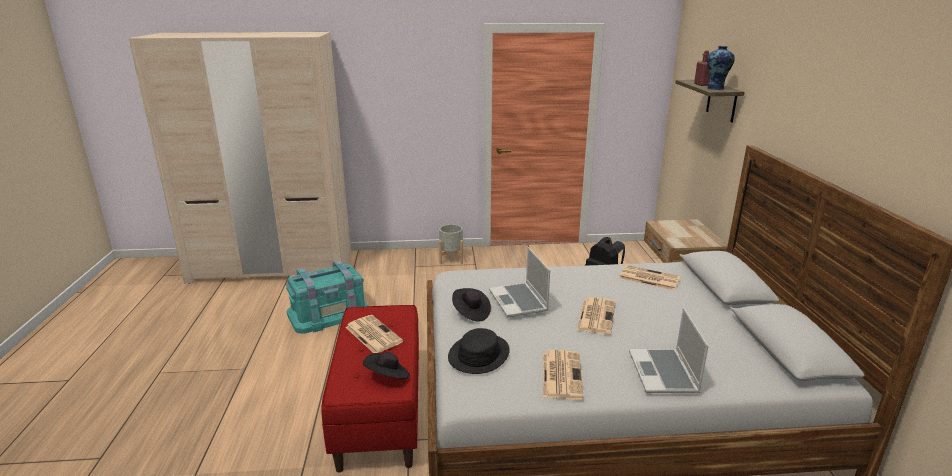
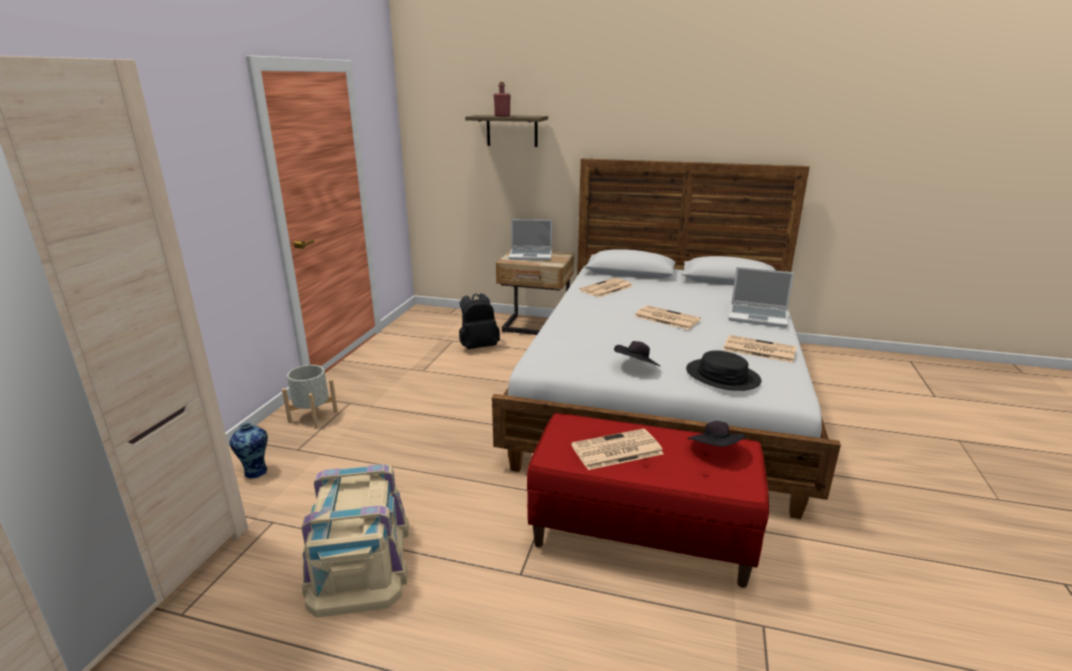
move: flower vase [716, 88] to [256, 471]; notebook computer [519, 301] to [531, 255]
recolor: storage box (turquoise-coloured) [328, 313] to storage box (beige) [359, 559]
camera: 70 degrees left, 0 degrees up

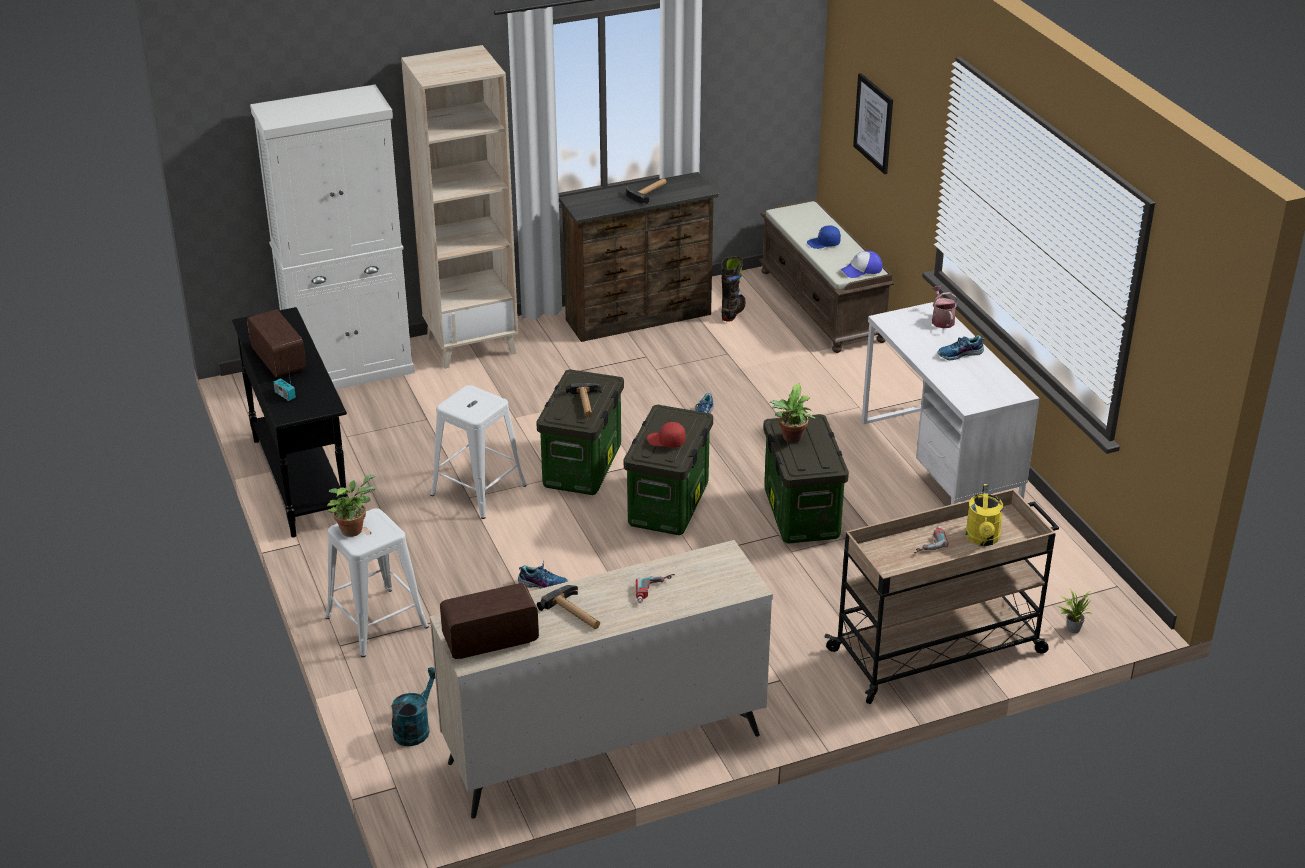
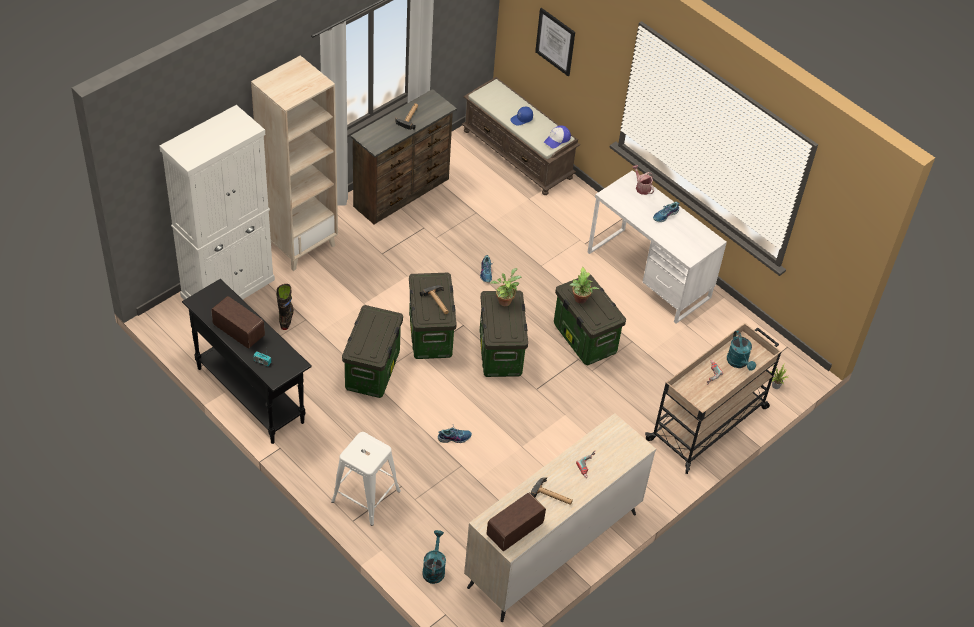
delete: cap (reddish) [666, 441]
move: tall boot (blackish) [733, 312] to [286, 318]; potted plant [353, 528] to [504, 300]
replace: stool seat (white) [478, 490] to storage box [373, 372]
recolor: sprinkling can (yellowish) [983, 539] to sprinkling can (turquoise-coloured) [739, 363]
camera: 25 degrees left, 15 degrees up

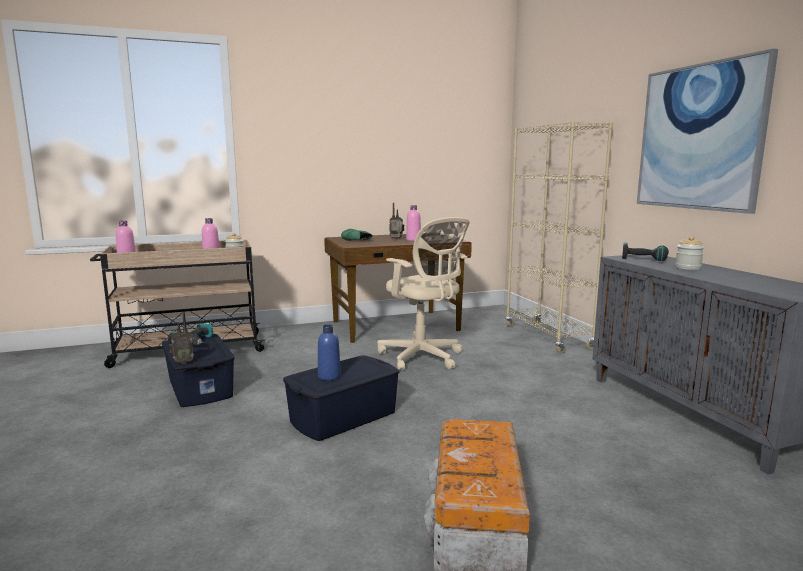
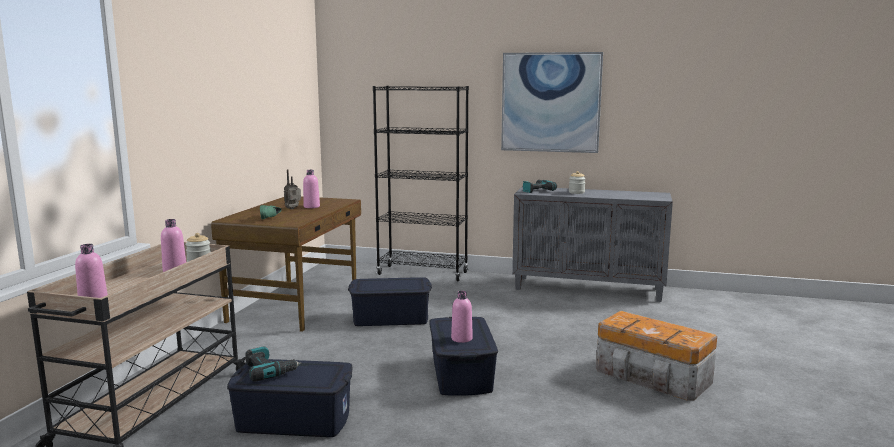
delete: radio receiver [183, 362]
replace: computer chair (beige) [423, 357] to storage box (bluish) [391, 318]
recolor: shelving unit (beige) [547, 337] to shelving unit (blackish) [423, 273]; beverage bottle (bluish) [329, 376] to beverage bottle (pink-coloured) [461, 339]
camera: 55 degrees left, 0 degrees up

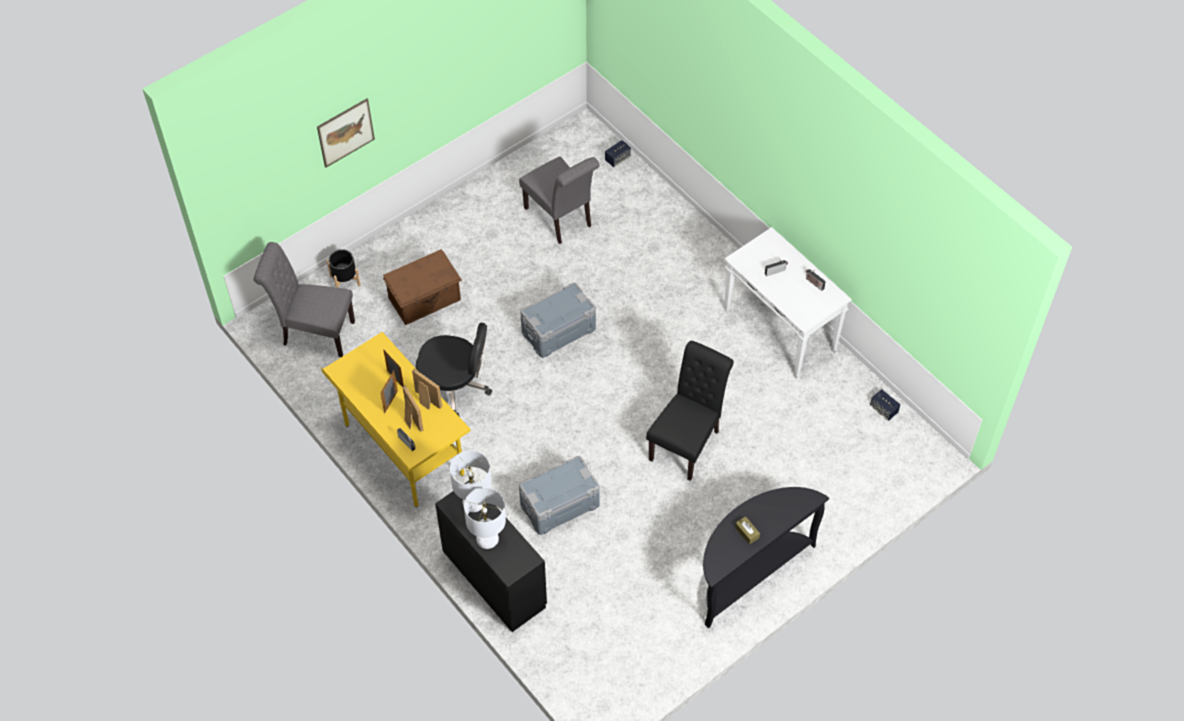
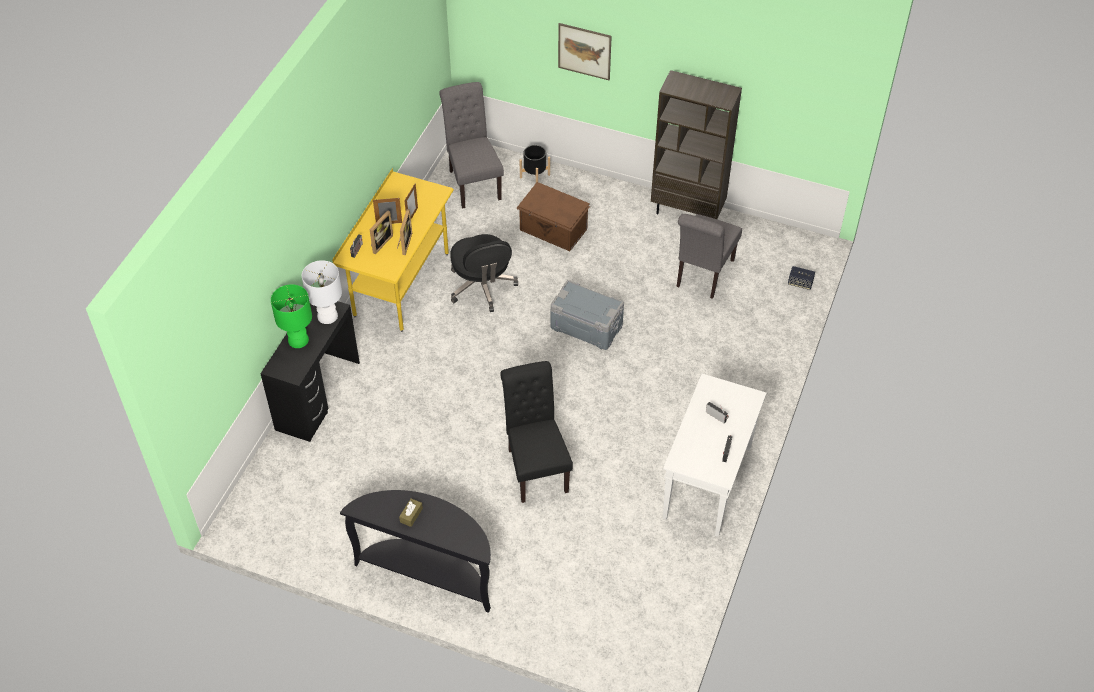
delete: audio speaker [883, 409]; storage box (grey) [559, 504]
insert: shelving unit (brown) [688, 211]
recolor: tabletop lamp (white) [488, 538] to tabletop lamp (green) [298, 340]
rotate: chair (blackish) [687, 442] = [535, 466] 105 degrees counterclockwise
camera: 60 degrees right, 5 degrees down

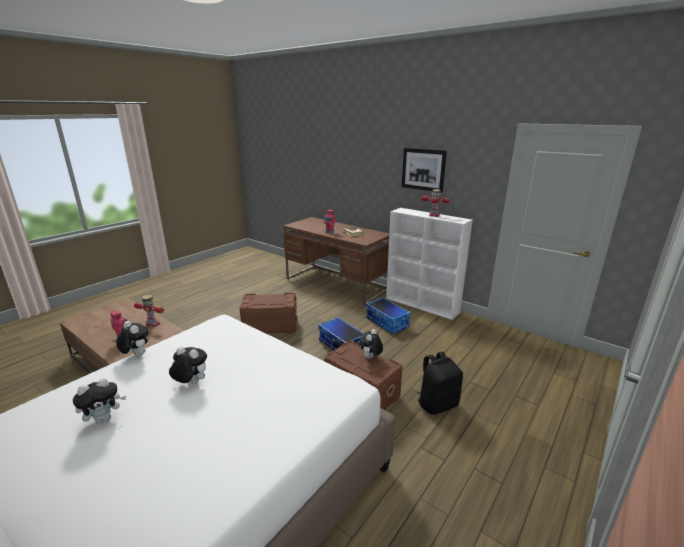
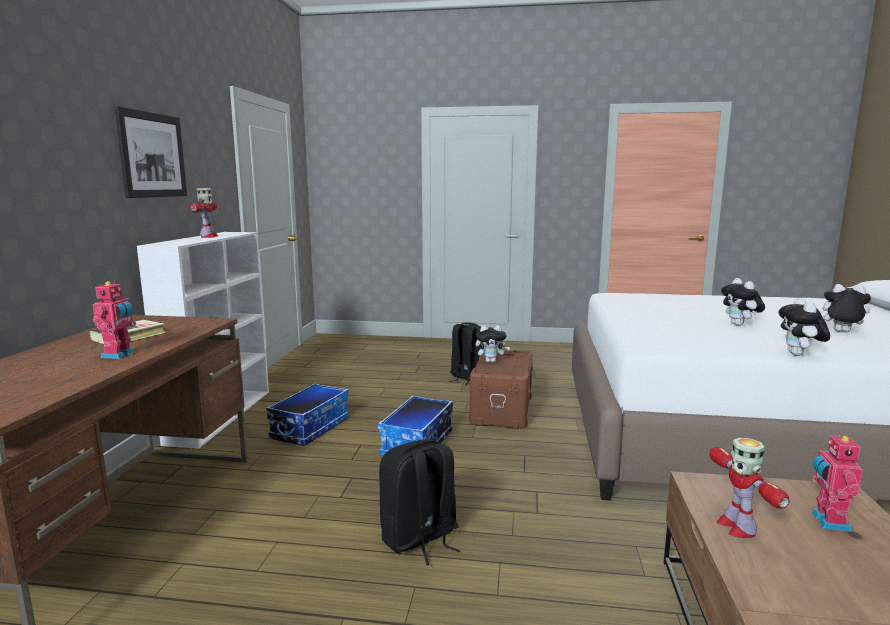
replace: storage box (brown) [270, 326] to backpack (blackish) [419, 539]
camera: 120 degrees left, 10 degrees down

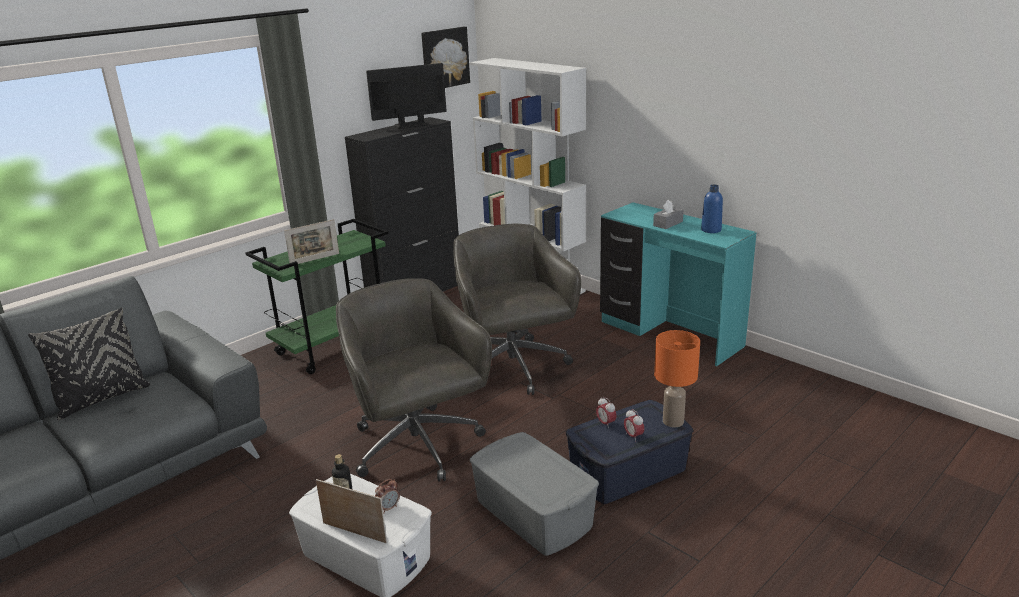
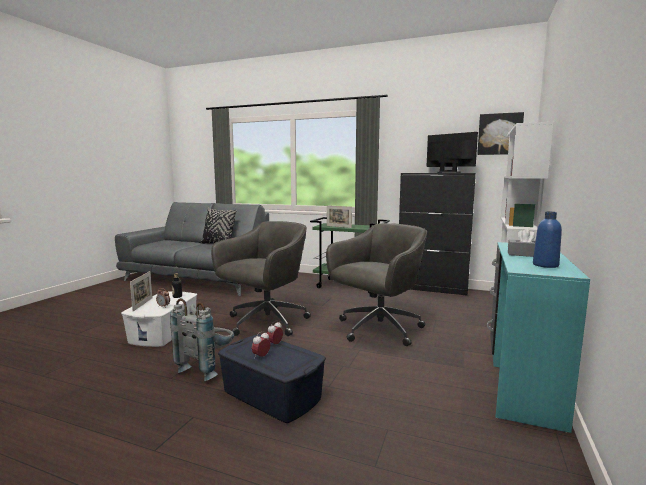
delete: tabletop lamp (orangey) [673, 421]
replace: storage box (grey) [533, 514] to backpack (grey) [207, 367]
camera: 65 degrees right, 15 degrees down

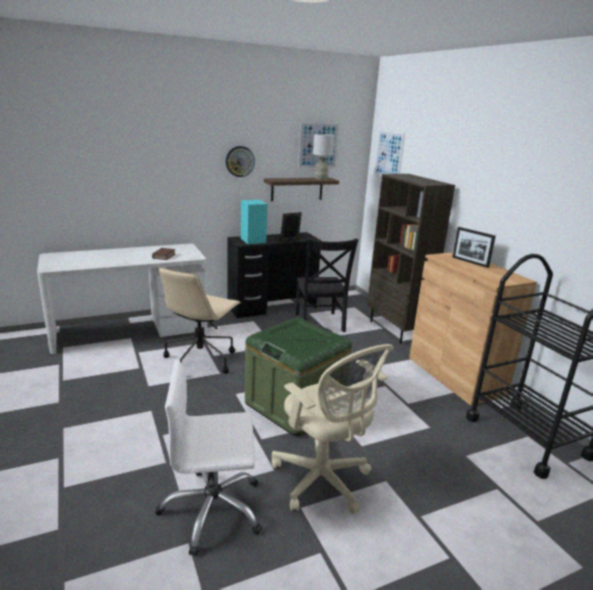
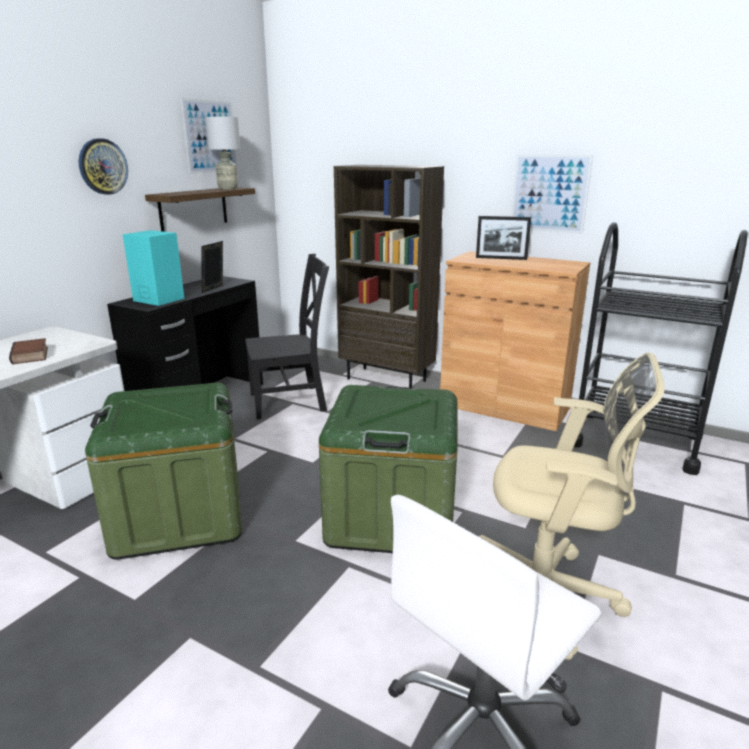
move: wall picture [389, 154] to [549, 193]
replace: computer chair (beige) [200, 359] to storage box (green) [179, 515]
rotate: chair (blackish) [319, 324] = [291, 402] 60 degrees counterclockwise
camera: 35 degrees left, 0 degrees up

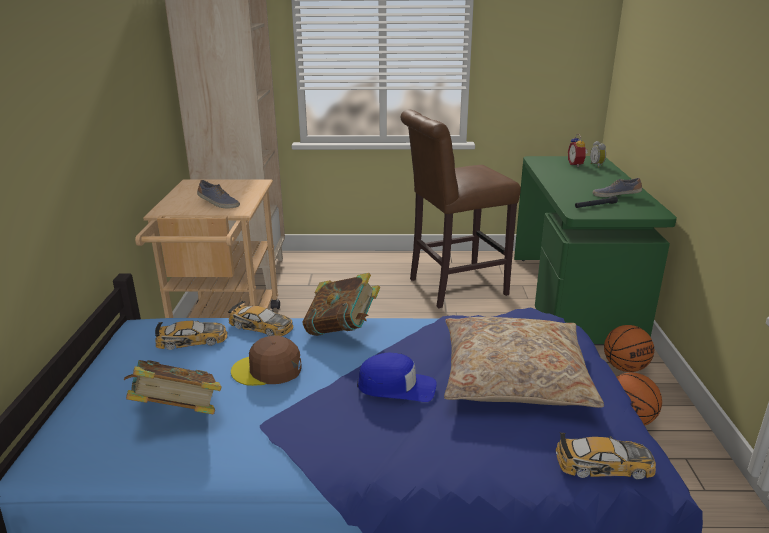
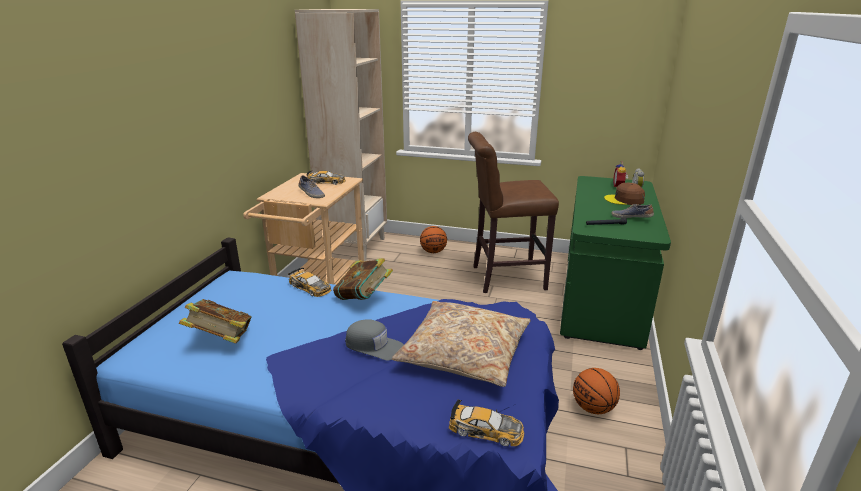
move: toy car [192, 340] to [326, 182]; basketball ball [624, 367] to [433, 252]; cap (brown) [268, 369] to [624, 200]
recolor: cap (bluish) [396, 386] to cap (grey) [373, 345]
camera: 15 degrees right, 0 degrees up

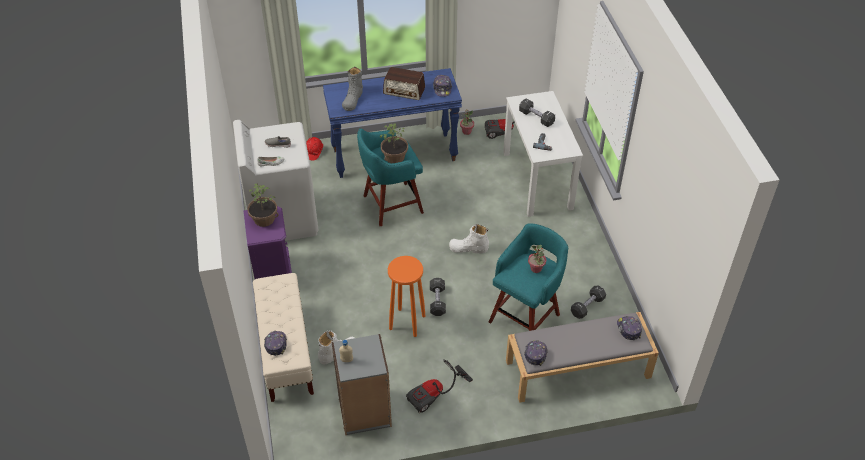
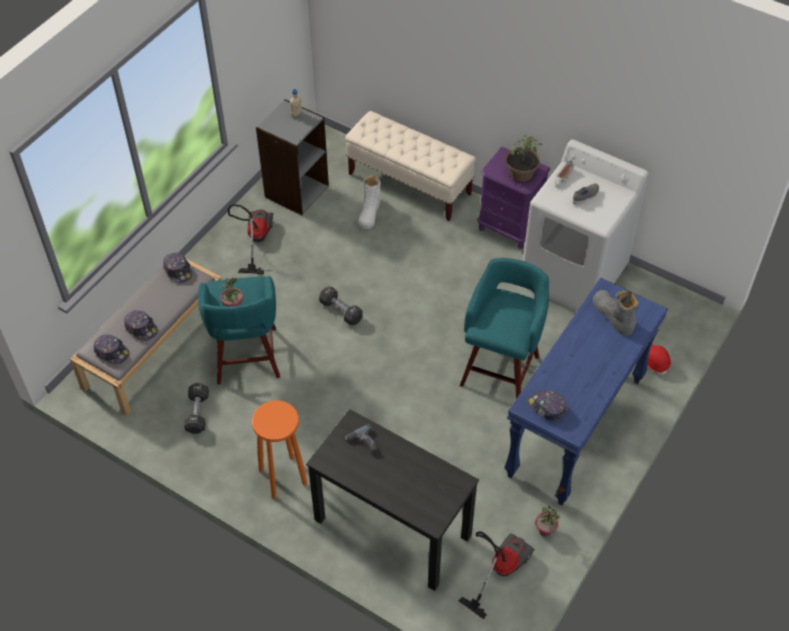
delete: radio receiver [404, 91]; hand weight (blackish) [536, 118]; potted plant [395, 157]; tall boot (white) [468, 248]
move: stool seat (orangey) [406, 322] to [283, 476]; cap [276, 344] to [141, 328]
recolor: desk unit (white) [537, 180] to desk unit (blackish) [392, 527]
camera: 135 degrees right, 5 degrees up

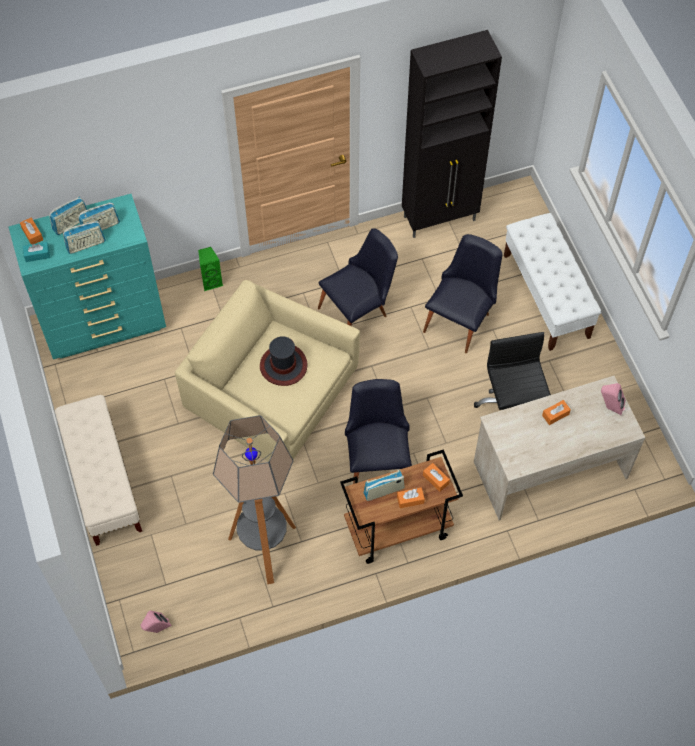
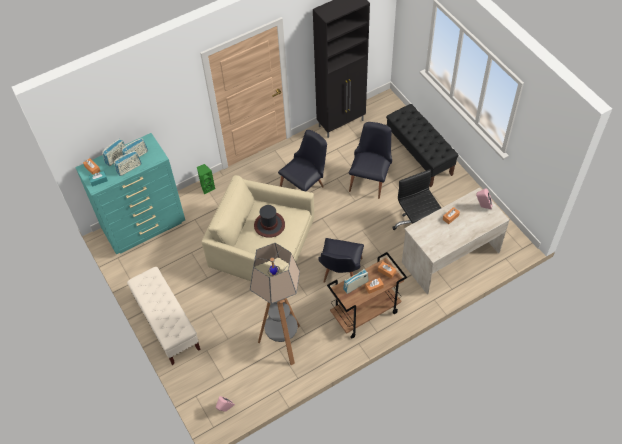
recolor: indoor bench (white) [546, 296] to indoor bench (blackish) [419, 156]
rotate: chair (blackish) [376, 460] = [340, 274] 150 degrees counterclockwise
camera: 10 degrees left, 5 degrees down

